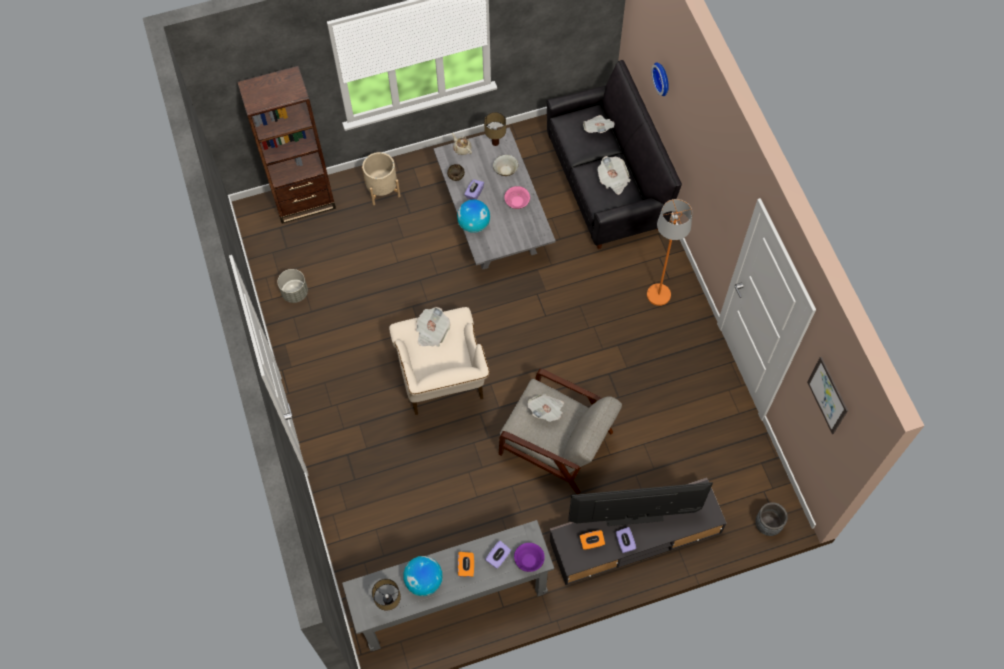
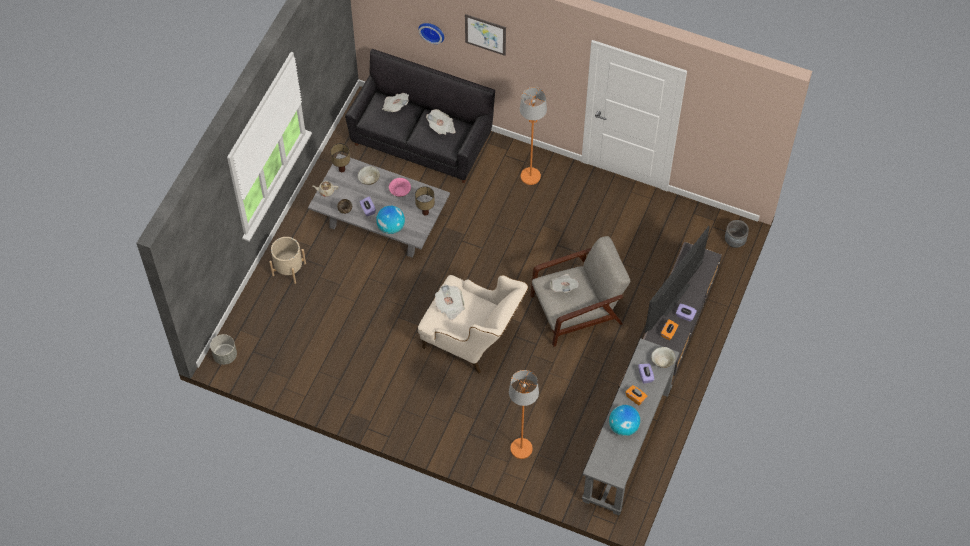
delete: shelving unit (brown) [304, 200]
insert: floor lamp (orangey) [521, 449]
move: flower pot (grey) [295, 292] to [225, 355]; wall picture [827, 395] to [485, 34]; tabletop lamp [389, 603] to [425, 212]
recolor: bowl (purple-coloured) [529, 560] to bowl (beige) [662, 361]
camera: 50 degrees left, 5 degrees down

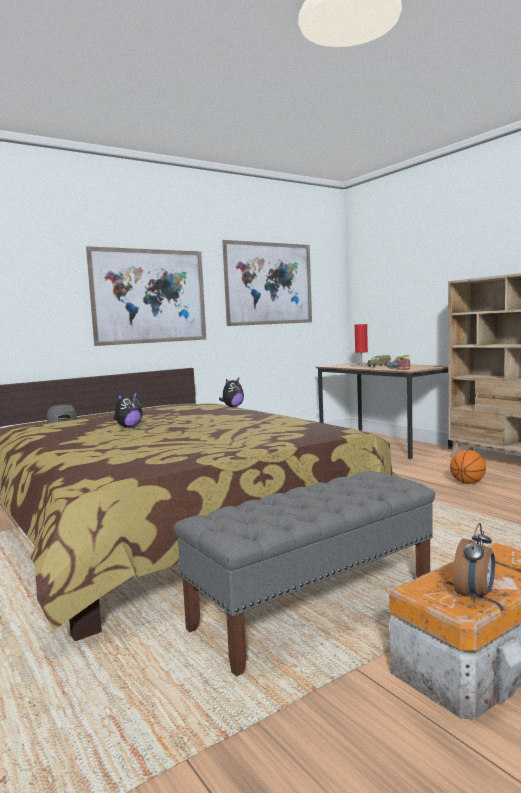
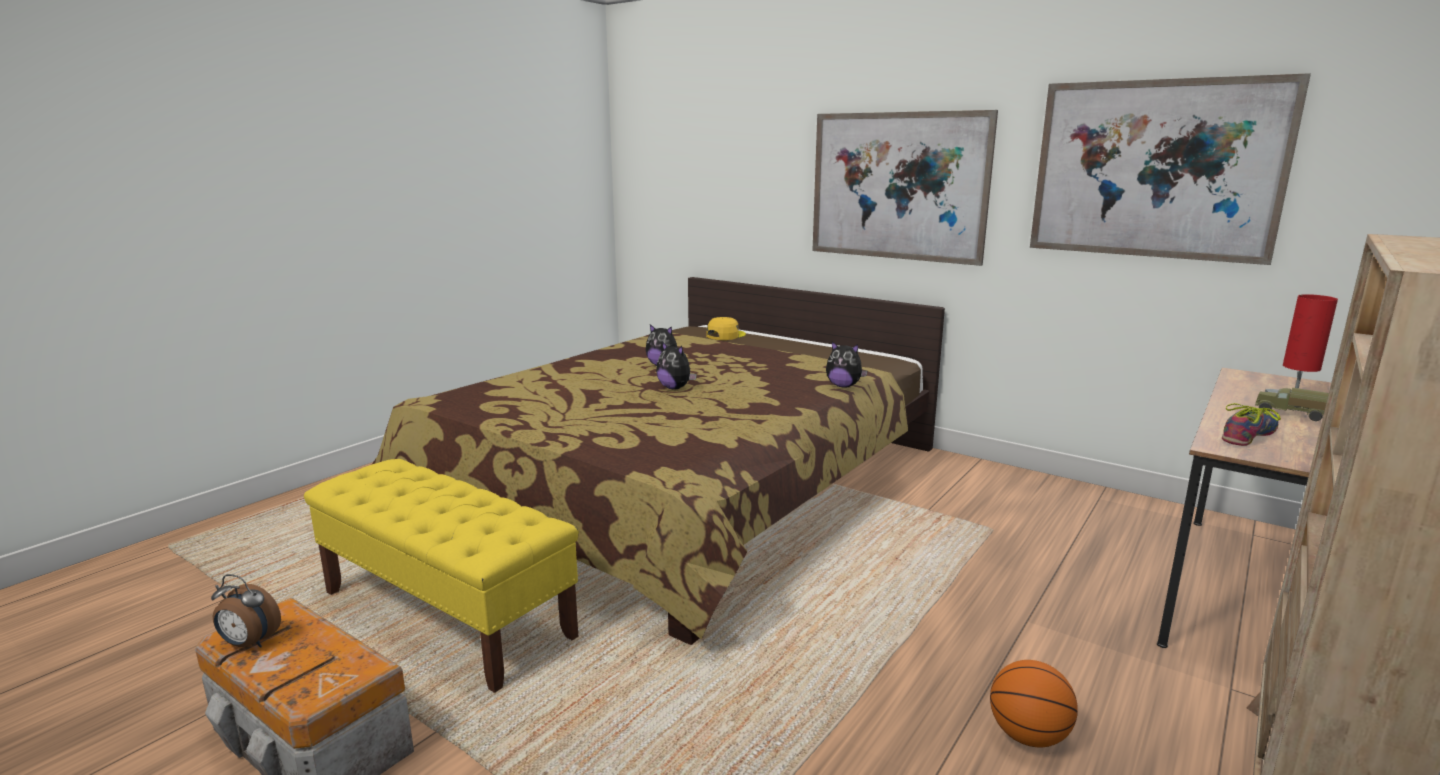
insert: cuddly toy [675, 388]
recolor: cap (grey) [61, 420] to cap (yellowish) [725, 335]; indoor bench (grey) [315, 607] to indoor bench (yellowish) [447, 615]
camera: 70 degrees right, 10 degrees up

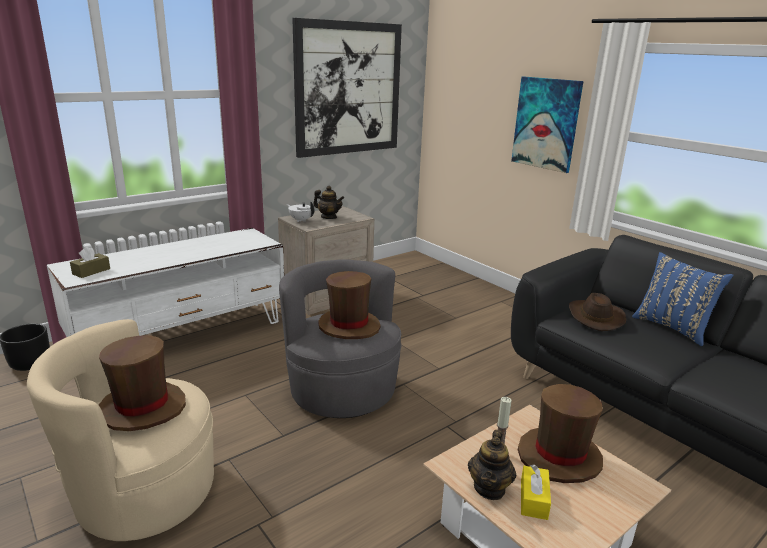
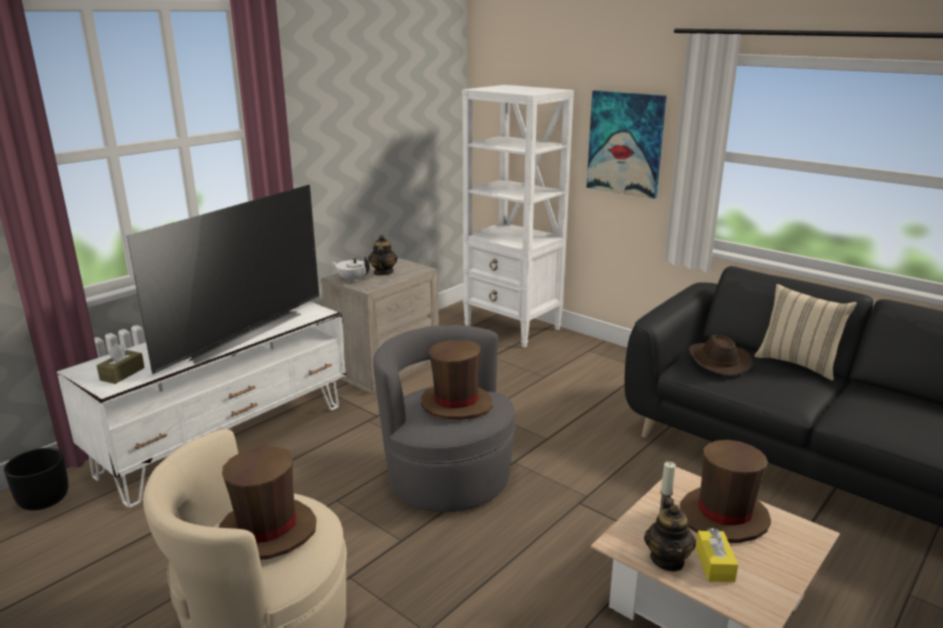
delete: wall picture [348, 89]
insert: shelving unit (white) [513, 328]; television [239, 333]
recolor: throw pillow (bluish) [672, 327] to throw pillow (beige) [798, 363]
rotate: teapot [328, 217] = [383, 272] 105 degrees counterclockwise
camera: 10 degrees left, 0 degrees up

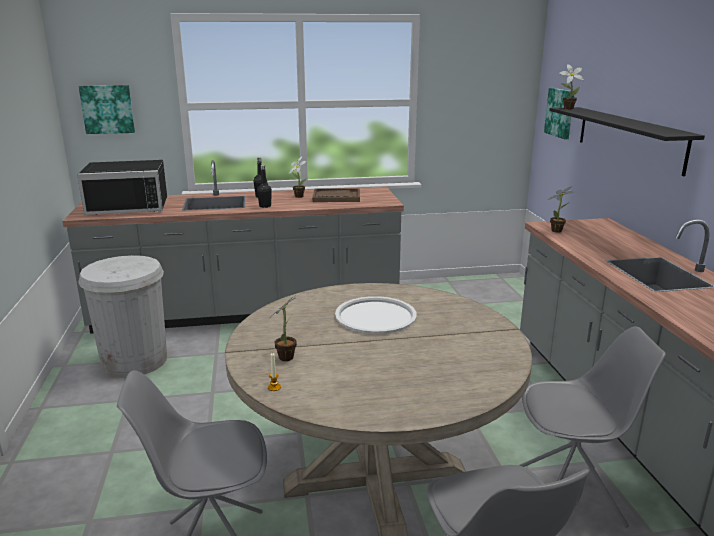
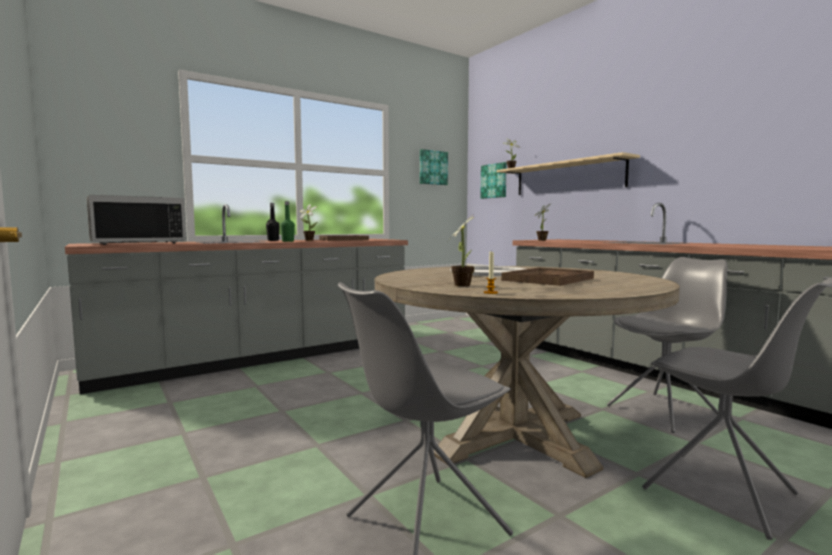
delete: waste bin (white) [134, 361]
insert: tray (brown) [548, 279]
move: wall picture [108, 109] to [432, 167]
recolor: wall shelf (blackish) [629, 138] to wall shelf (beige) [567, 178]; beverage bottle (blackish) [265, 206] to beverage bottle (green) [288, 241]
camera: 25 degrees left, 15 degrees down

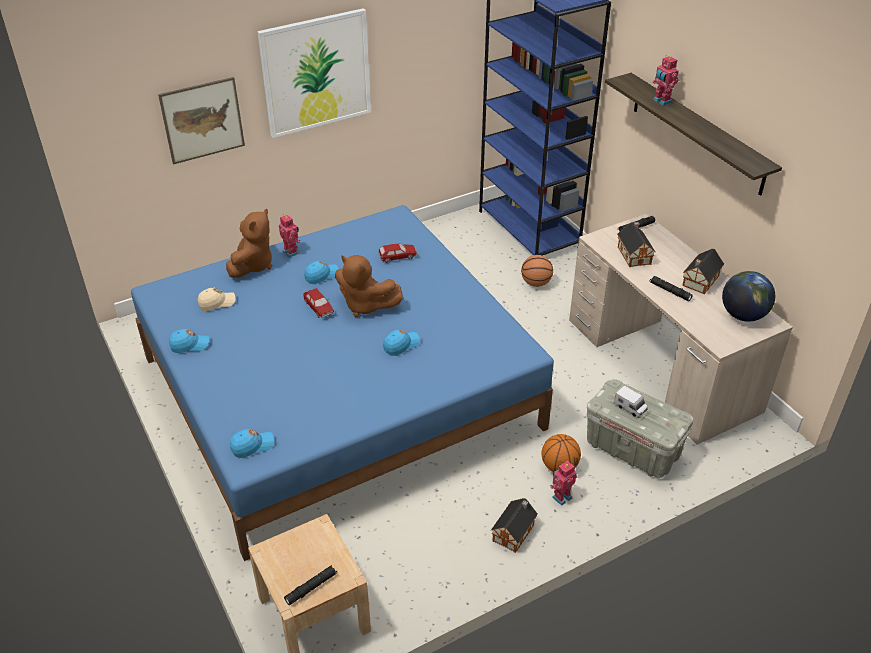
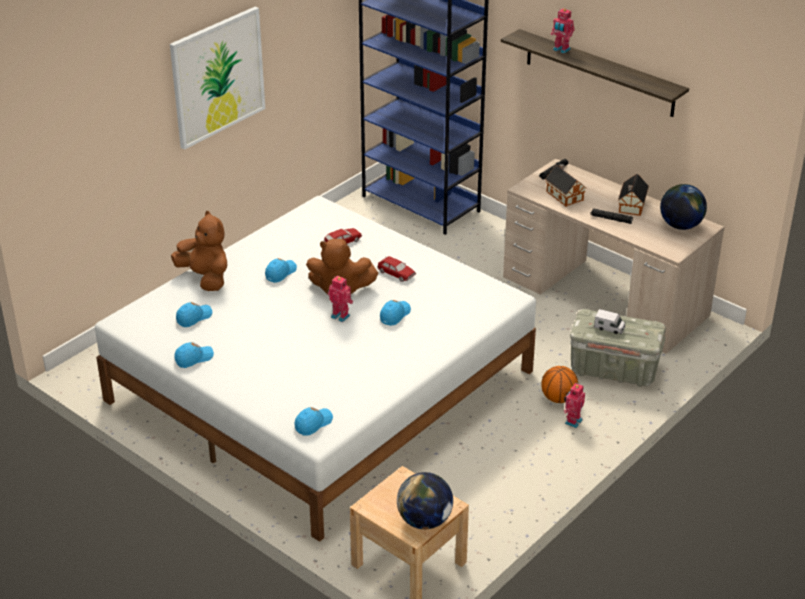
delete: wall picture [202, 120]; basketball ball [536, 283]; miniature house [514, 532]
move: toy robot [291, 252] to [341, 316]; toy car [319, 307] to [396, 274]
replace: hand torch (blackish) [311, 588] to world globe [424, 521]
recolor: bedroom bed (bluish) [339, 391] to bedroom bed (white) [320, 385]; cap (beige) [217, 303] to cap (bluish) [194, 318]
rotate: cuddly toy (brown) [253, 265] = [205, 278] 45 degrees counterclockwise
camera: 20 degrees left, 5 degrees down

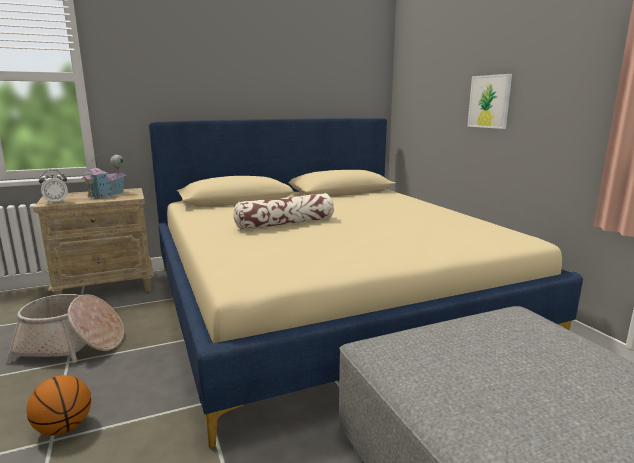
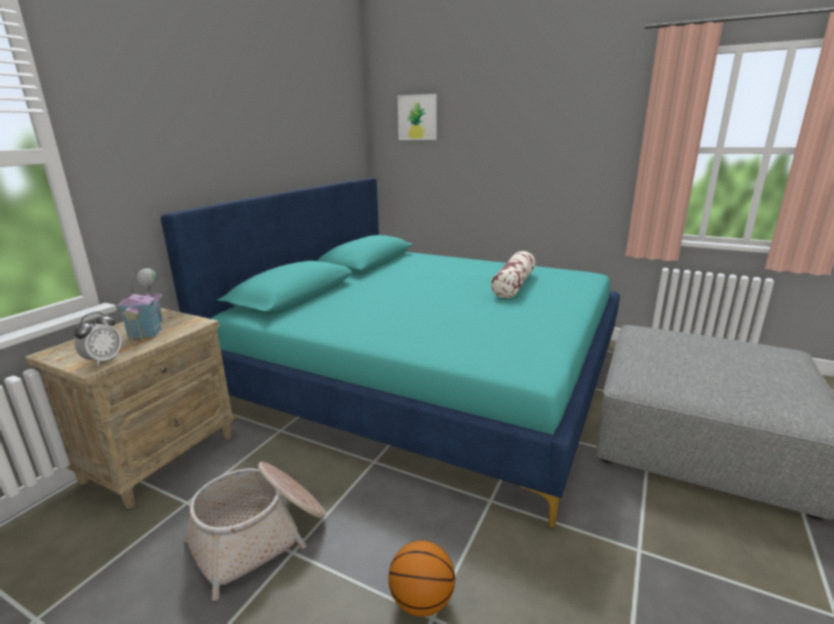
move: wall picture [489, 101] to [417, 117]; throw pillow [285, 224] to [513, 284]
recolor: bedroom bed (beige) [328, 301] to bedroom bed (turquoise-coloured) [428, 373]
camera: 40 degrees left, 5 degrees up

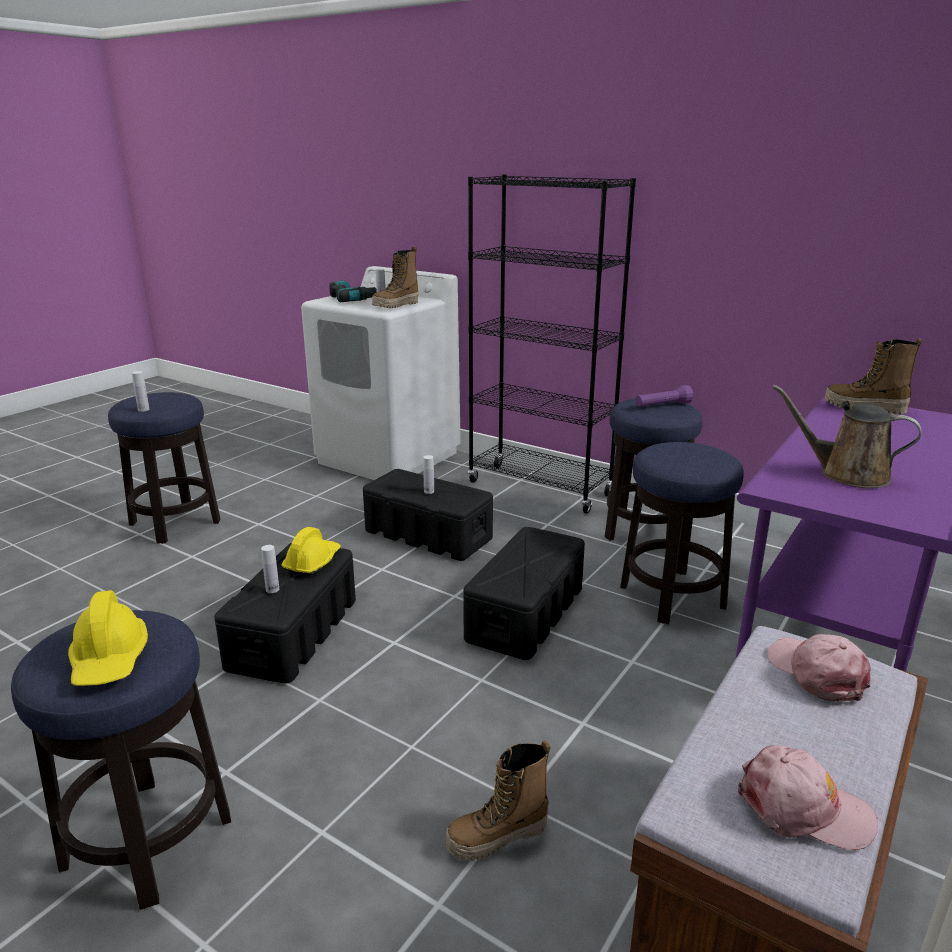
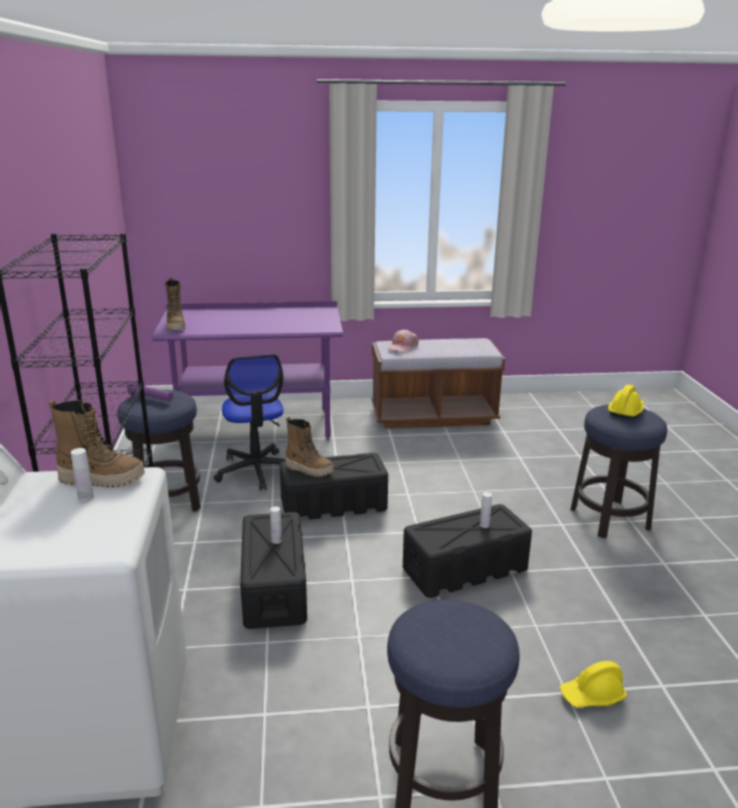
delete: electric drill [352, 299]; beverage bottle (white) [143, 409]; sprinkling can (brown) [846, 474]; cap (pink-coloured) [803, 808]
move: work helmet (yellowish) [312, 562] to [592, 695]; tall boot [497, 838] to [309, 470]
replace: stool seat [672, 597] to computer chair [256, 470]
camera: 130 degrees left, 0 degrees up

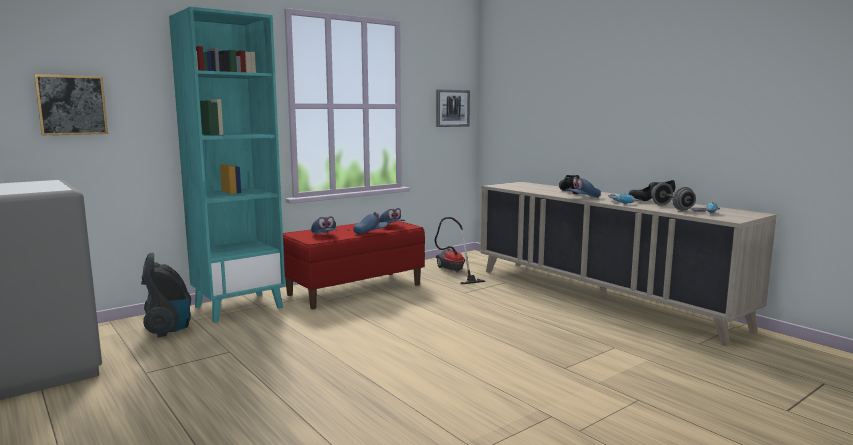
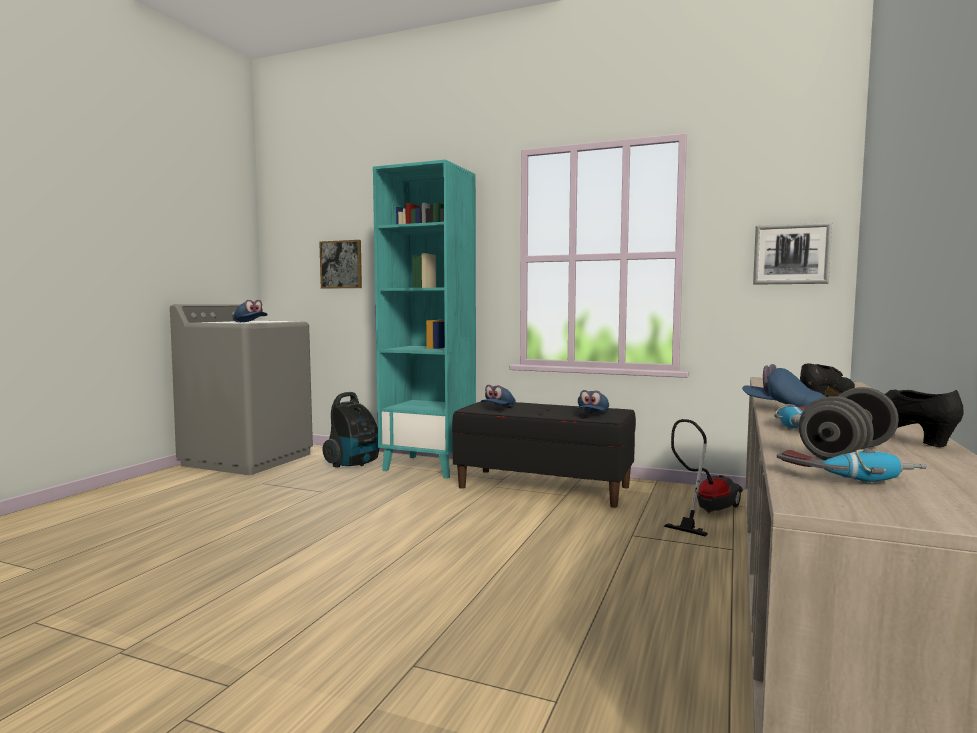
move: cap (bluish) [370, 232] to [250, 322]
recolor: indoor bench (reddish) [355, 289] to indoor bench (blackish) [544, 487]
camera: 60 degrees right, 5 degrees down

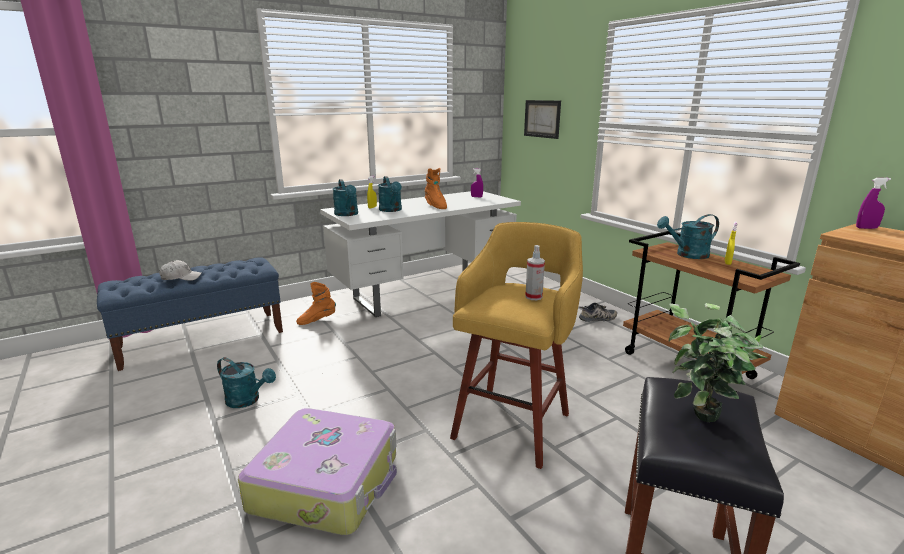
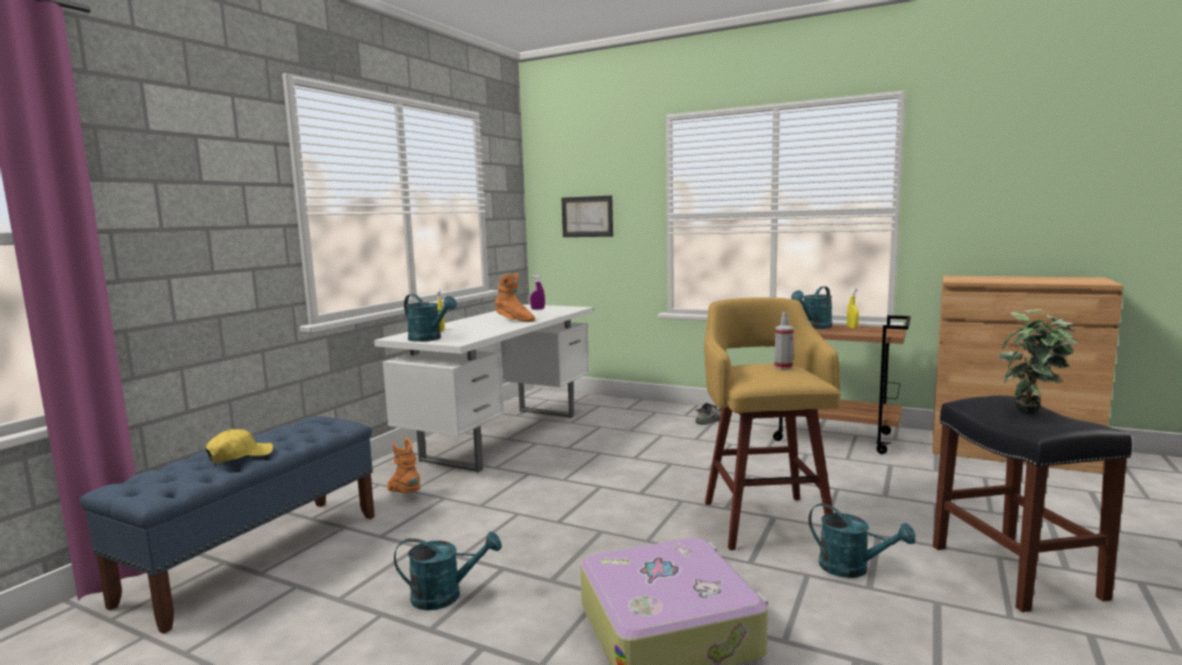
delete: spray bottle (purple-coloured) [866, 228]
move: sprinkling can (turquoise-coloured) [391, 210] to [852, 569]
recolor: cap (white) [181, 277] to cap (yellowish) [240, 456]
rotate: tall boot (orangey) [317, 320] = [404, 493] 105 degrees clockwise
camera: 30 degrees left, 10 degrees down

